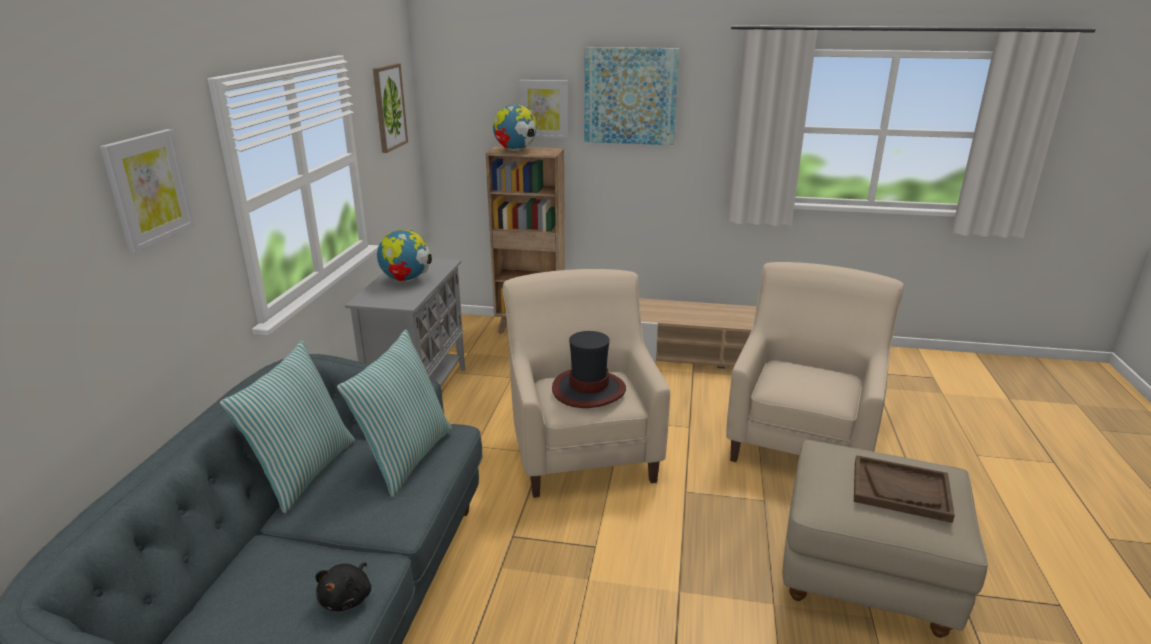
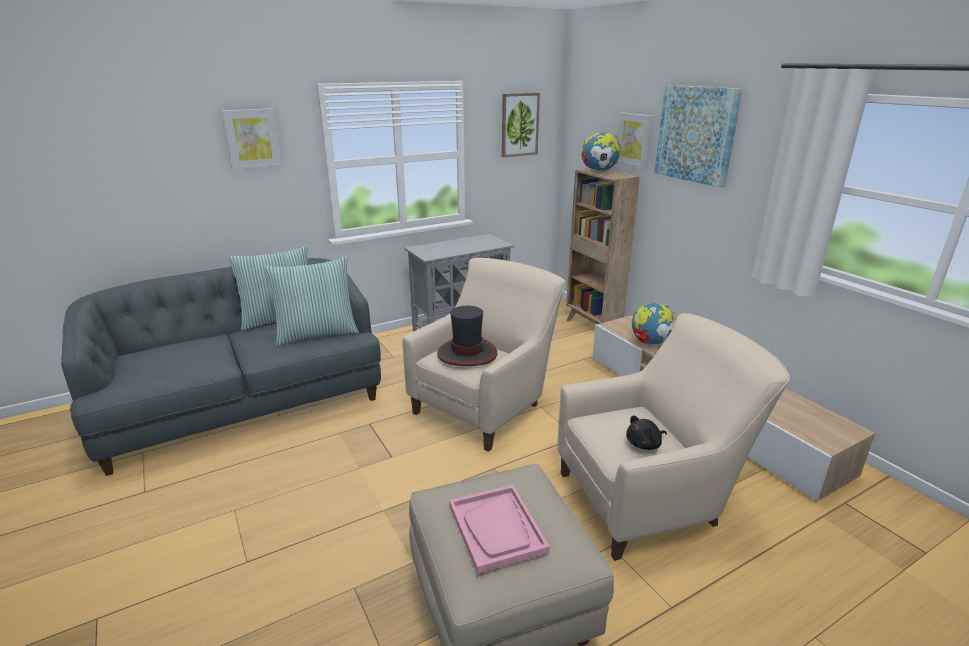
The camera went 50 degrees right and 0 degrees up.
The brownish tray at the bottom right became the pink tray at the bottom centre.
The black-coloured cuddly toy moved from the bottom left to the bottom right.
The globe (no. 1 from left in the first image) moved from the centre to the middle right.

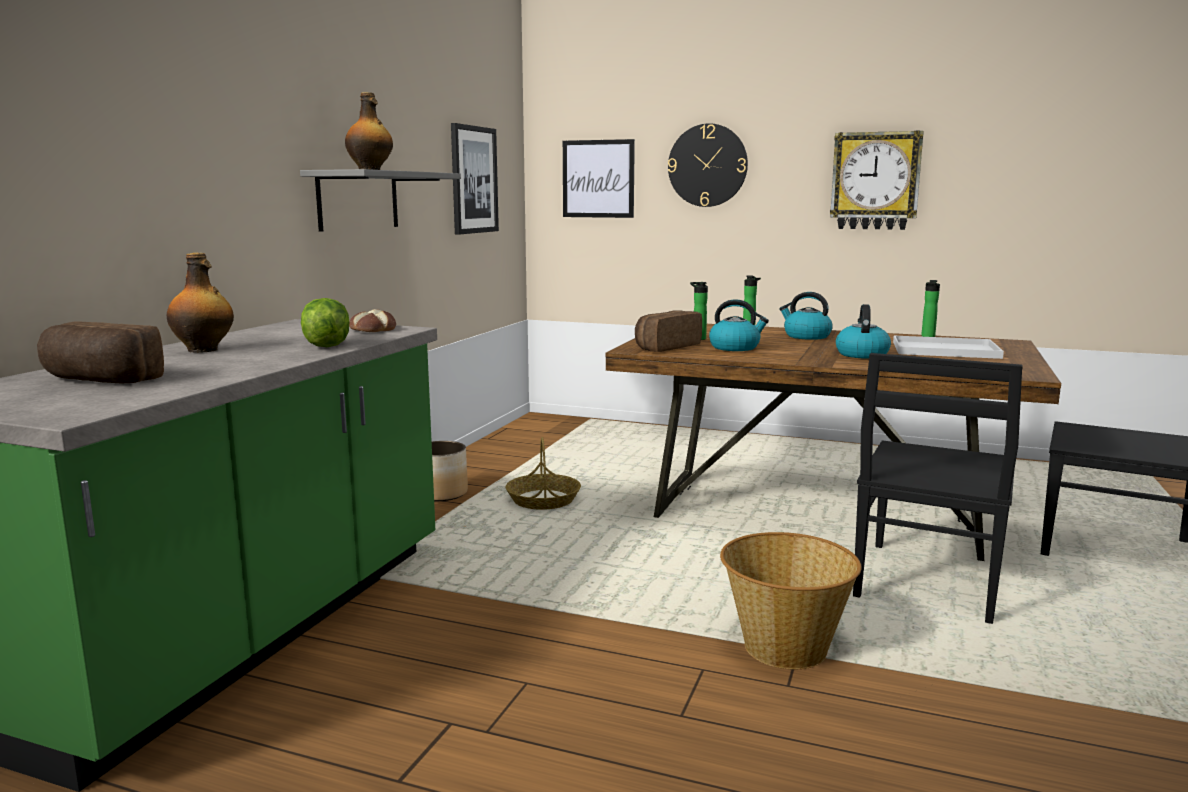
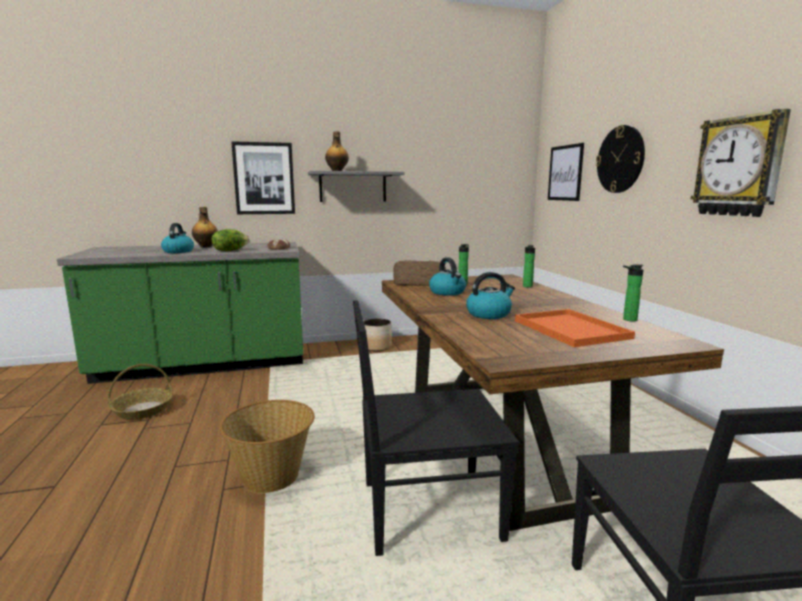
The camera went 55 degrees right and 0 degrees up.
The basket (no. 1 from left) moved from the centre to the middle left.
The tea kettle (no. 2 from left in the first image) moved from the middle right to the middle left.
The wall art (no. 1 from left) moved from the top centre to the top left.
The white-coloured tray at the middle right became the orangey tray at the middle right.
The bakery bread (no. 1 from left) at the middle left disappeared.

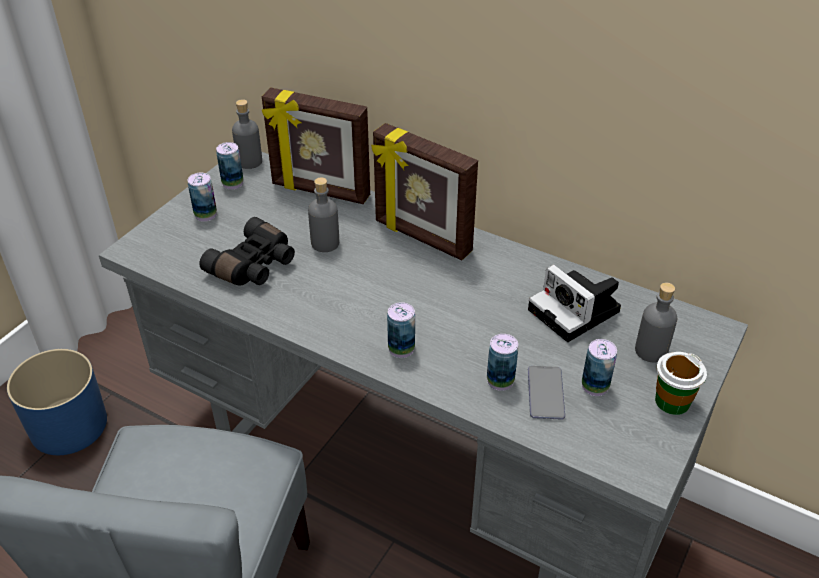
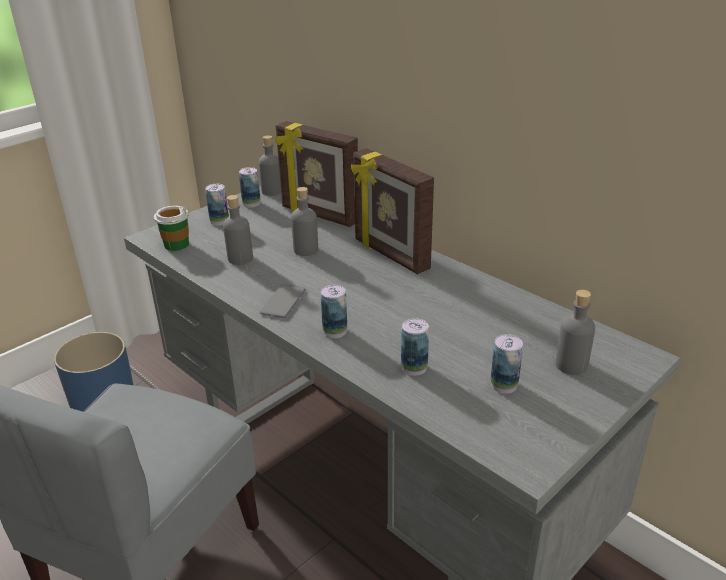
The camera went 15 degrees right and 10 degrees down.
The small cup moved from the middle right to the middle left.
The black-coloured binoculars at the middle left was replaced by the gray beverage bottle (no. 1 from left) at the middle left.
The handset moved from the bottom right to the centre.
The photo camera at the middle right disappeared.

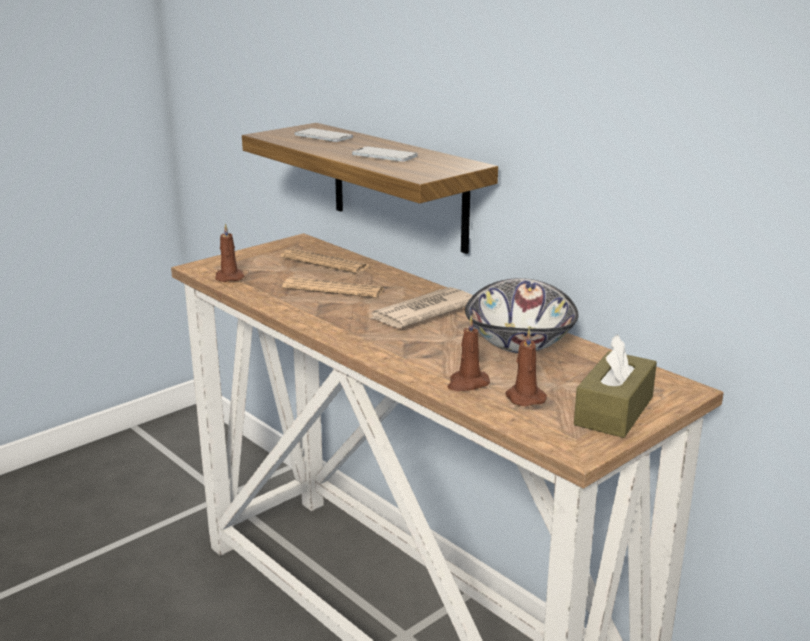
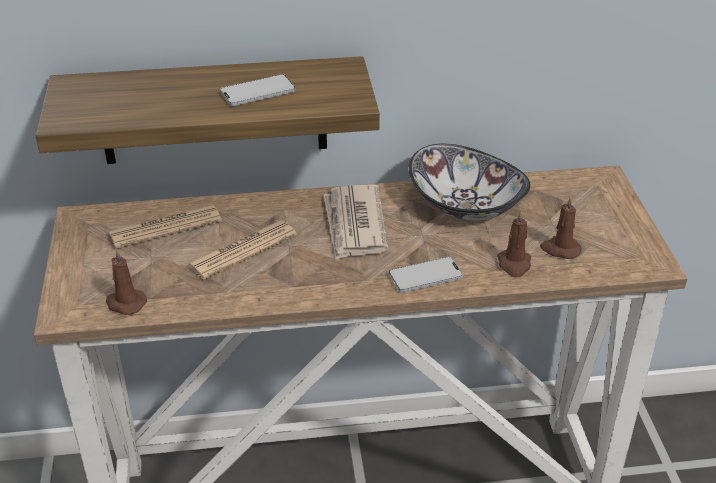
The camera went 55 degrees left and 15 degrees up.
The handset (no. 1 from left in the first image) moved from the top centre to the centre.
The brownish box of tissues at the middle right disappeared.

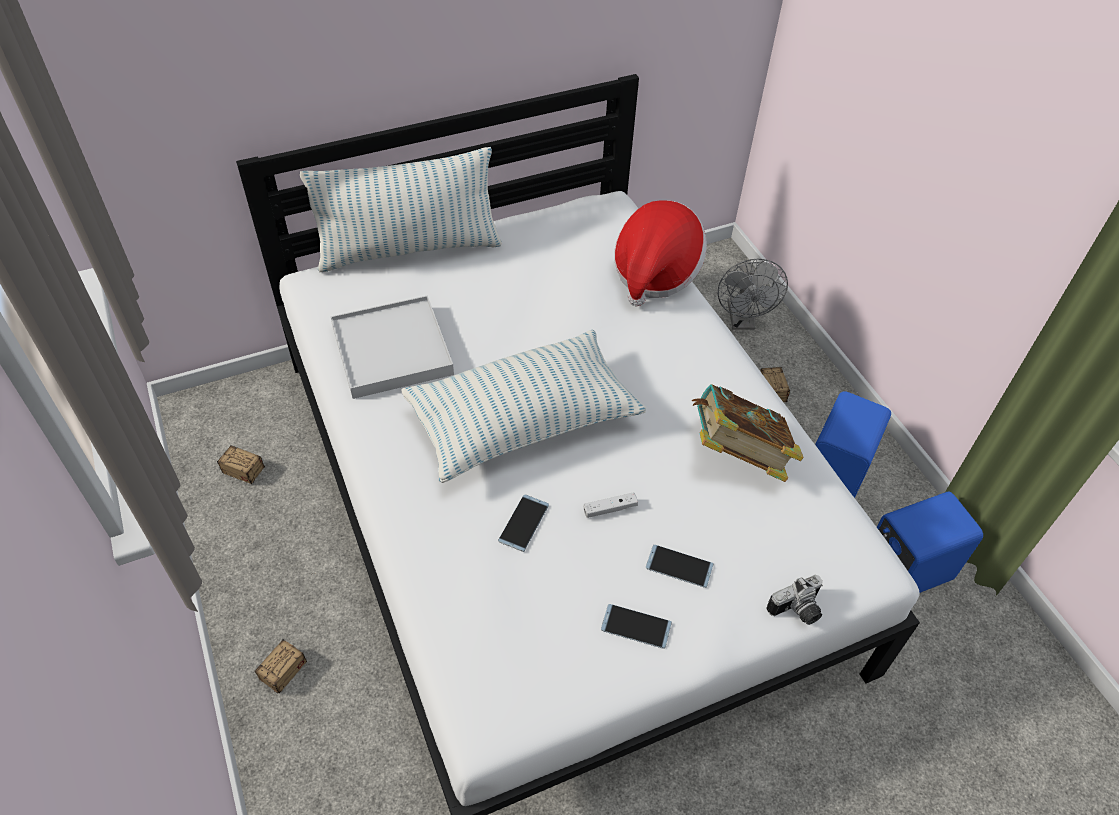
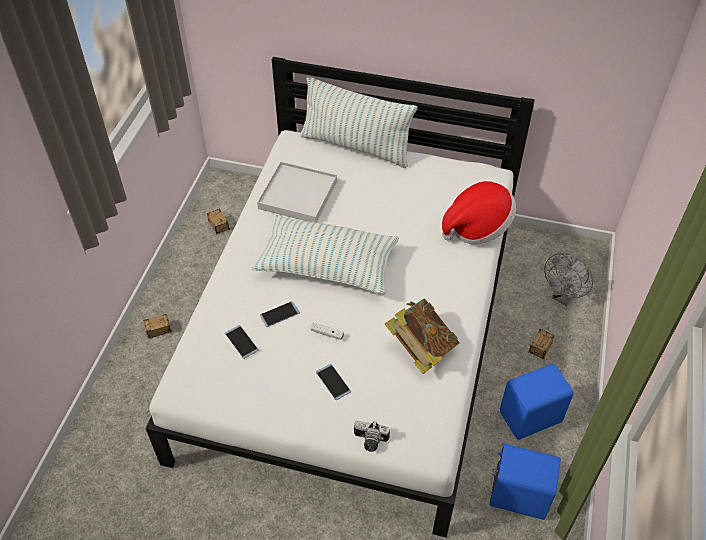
The camera went 40 degrees right and 0 degrees up.
The handset (no. 2 from left in the first image) moved from the bottom centre to the centre.

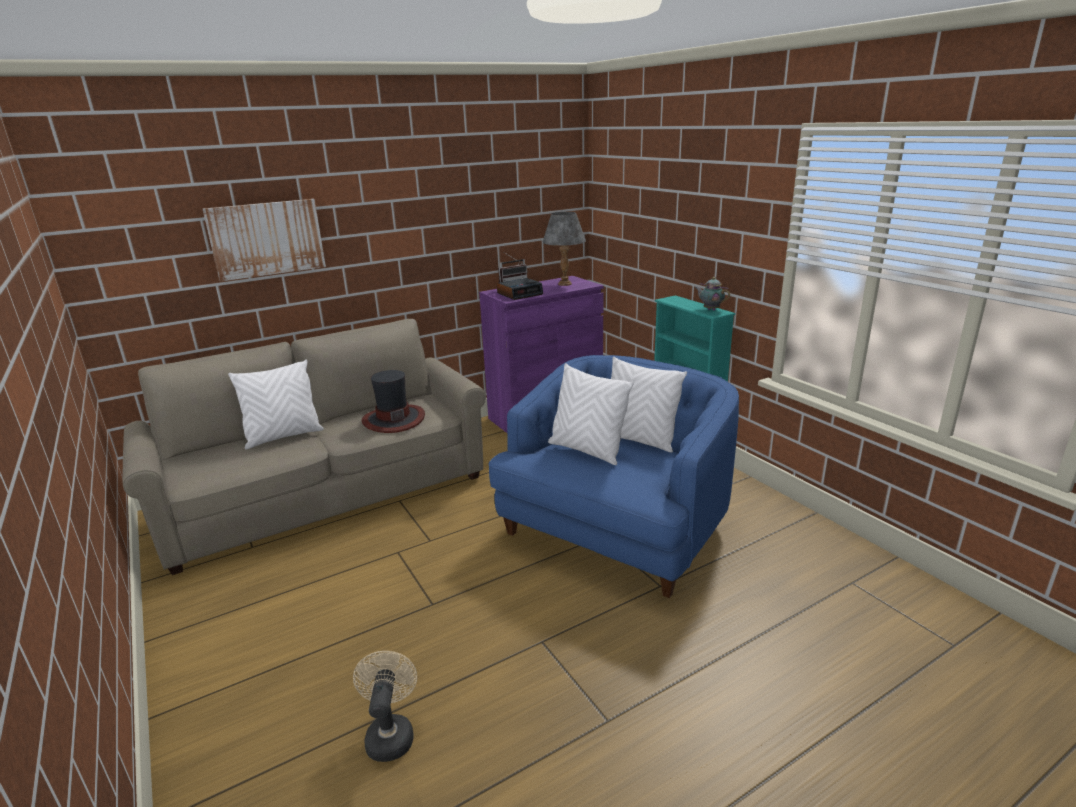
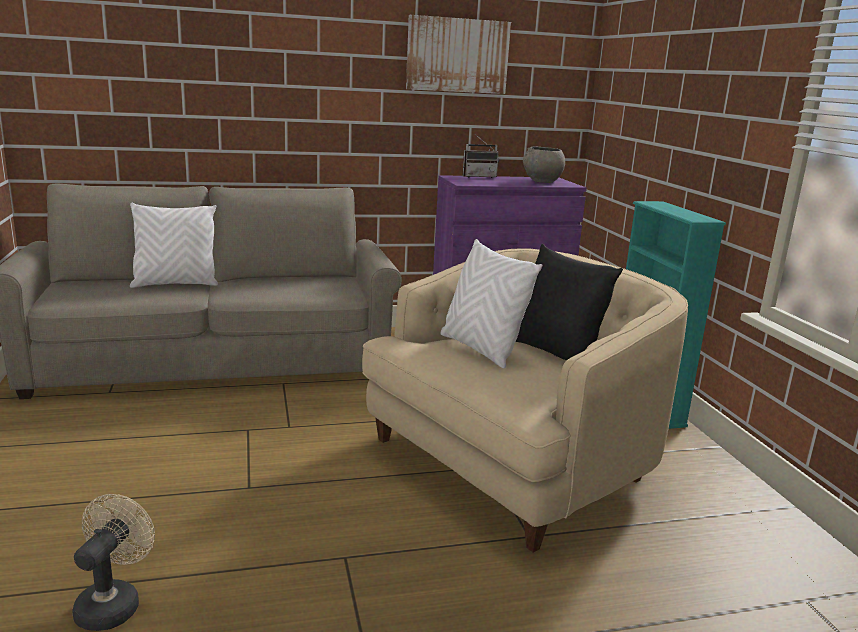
The camera went 15 degrees right and 5 degrees down.
The bluish easy chair at the centre became the beige-coloured easy chair at the centre.
The wall art moved from the top left to the top centre.
The white-coloured cushion (no. 3 from left) at the centre became the black-coloured cushion at the centre.
The gray table lamp at the top centre was replaced by the gray serving bowl at the top centre.
The wearable hat at the centre disappeared.
The alarm clock at the centre disappeared.
The tea pot at the centre disappeared.

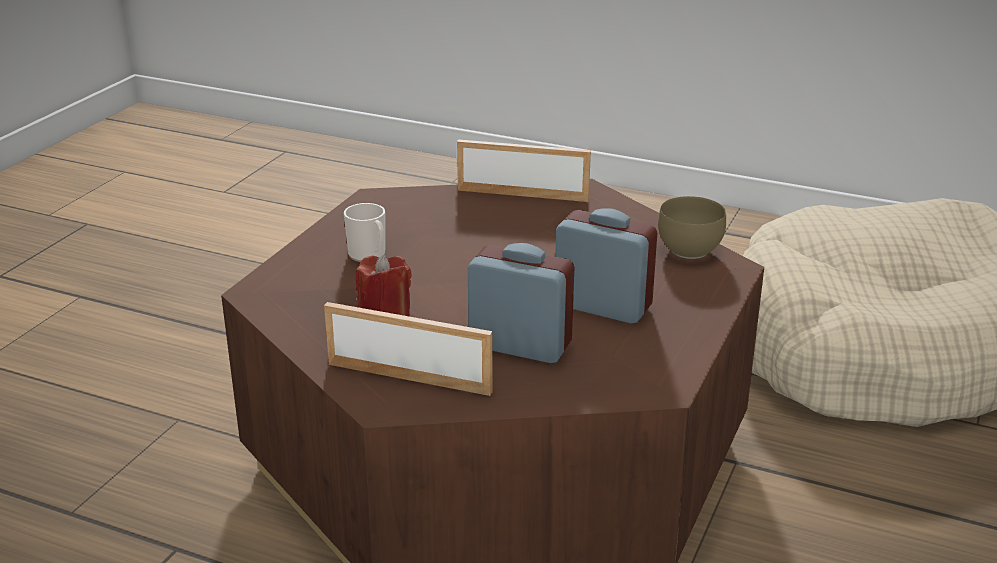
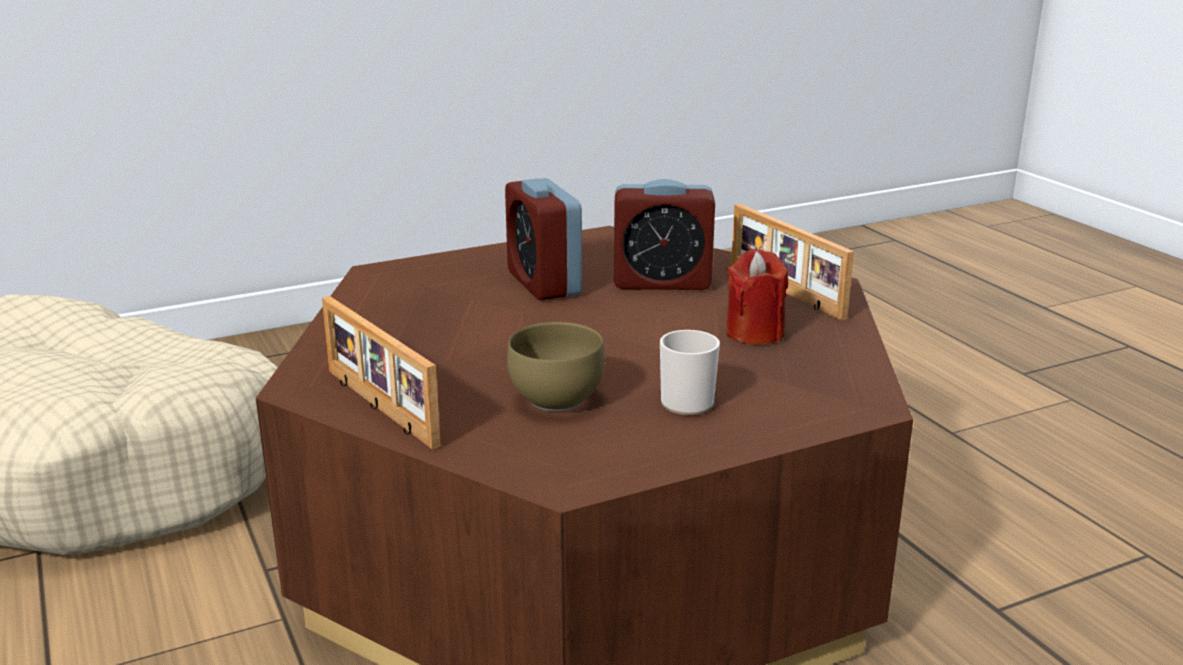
The camera went 140 degrees left and 5 degrees down.
The brownish serving bowl moved from the middle right to the centre.
The alarm clock (no. 1 from left in the first image) at the centre turned 60 degrees counterclockwise.

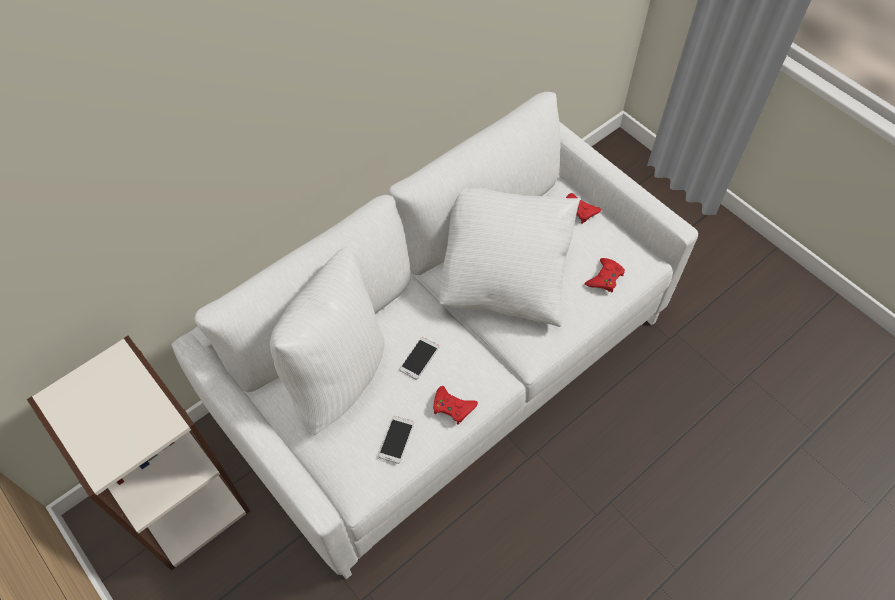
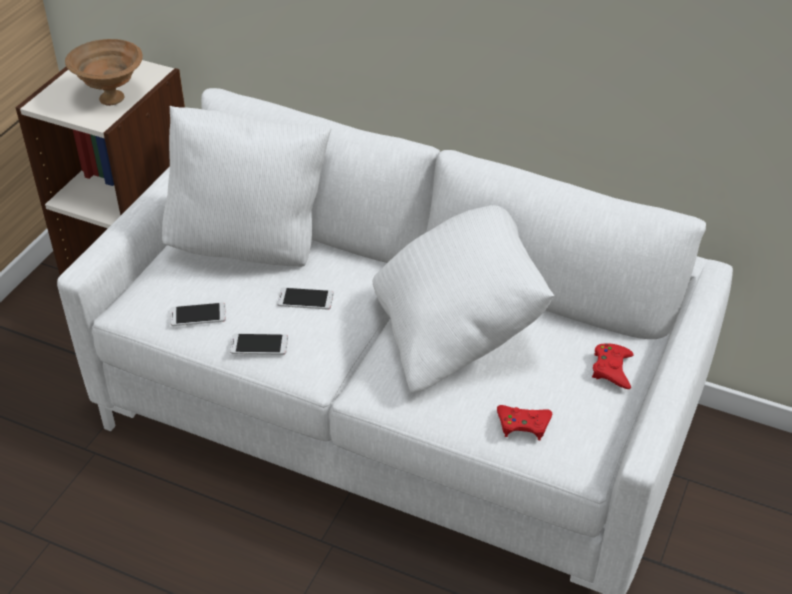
The camera went 65 degrees right and 15 degrees down.
The brownish serving bowl at the top left appeared.
The red-coloured game controller (no. 1 from left) at the bottom centre was replaced by the handset (no. 2 from left) at the middle left.

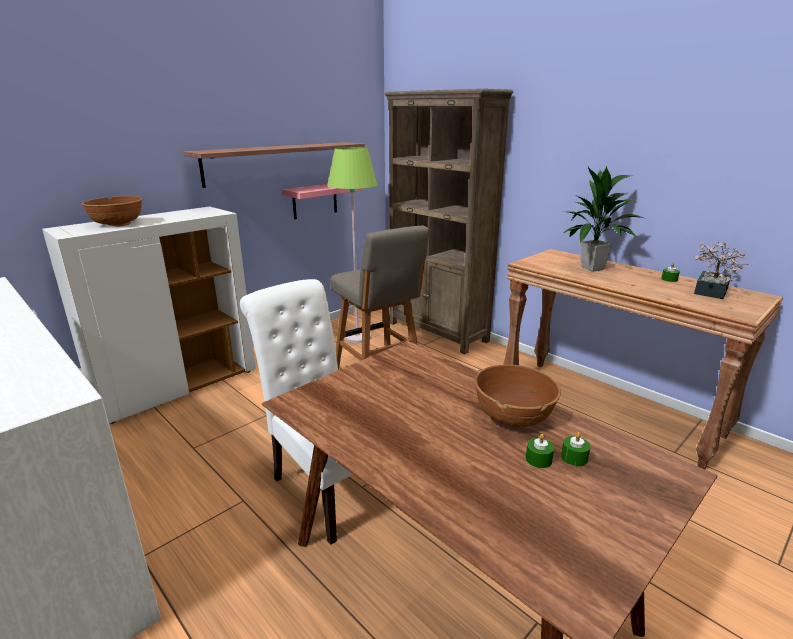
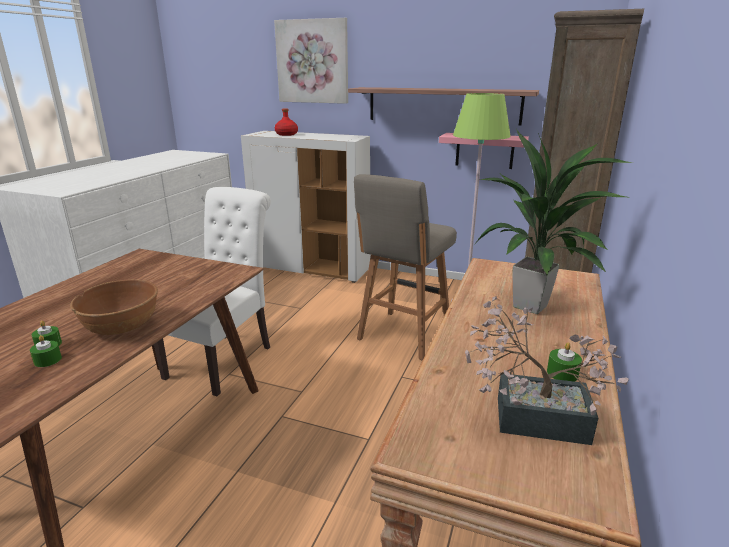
The camera went 65 degrees right and 0 degrees up.
The wall art at the top centre appeared.
The brownish serving bowl (no. 1 from left) at the top left was replaced by the red-coloured beverage bottle at the top centre.

